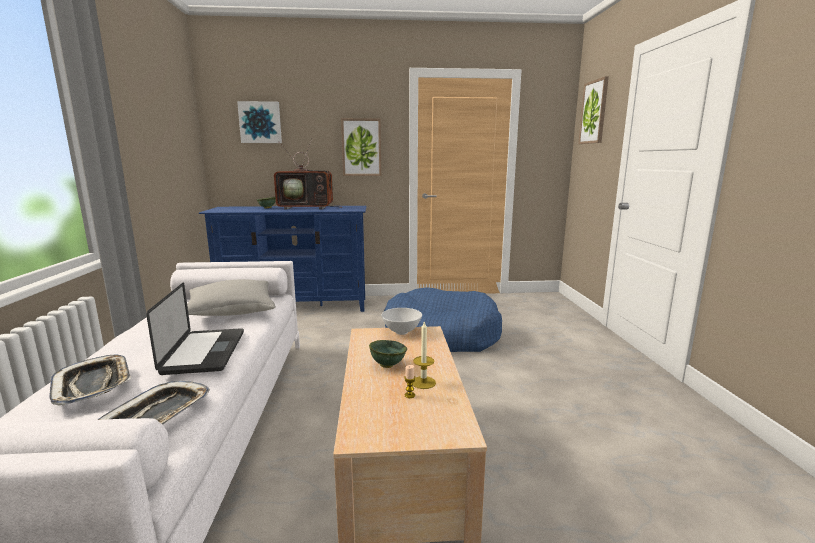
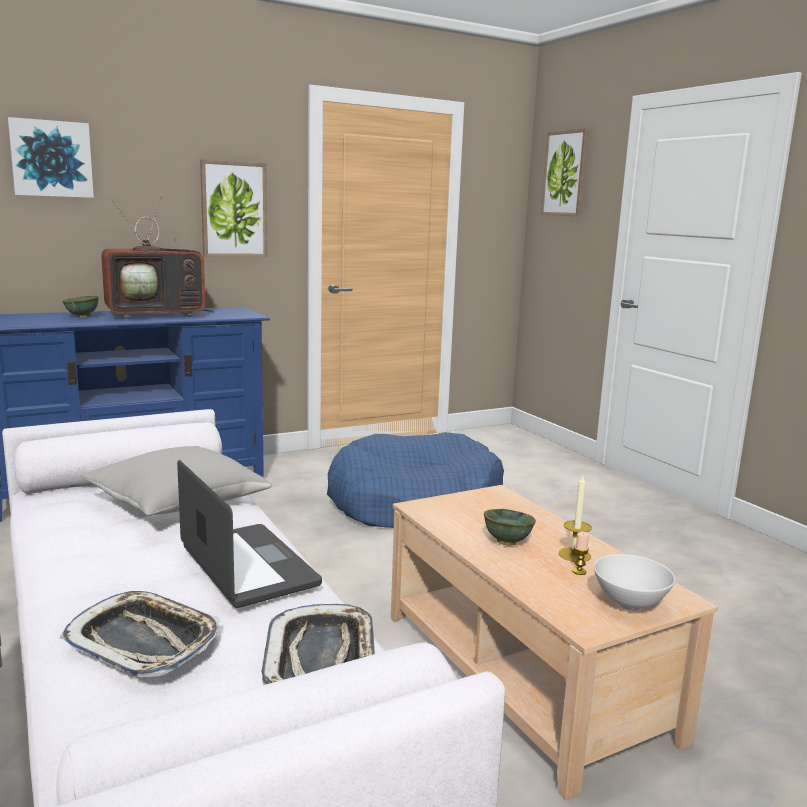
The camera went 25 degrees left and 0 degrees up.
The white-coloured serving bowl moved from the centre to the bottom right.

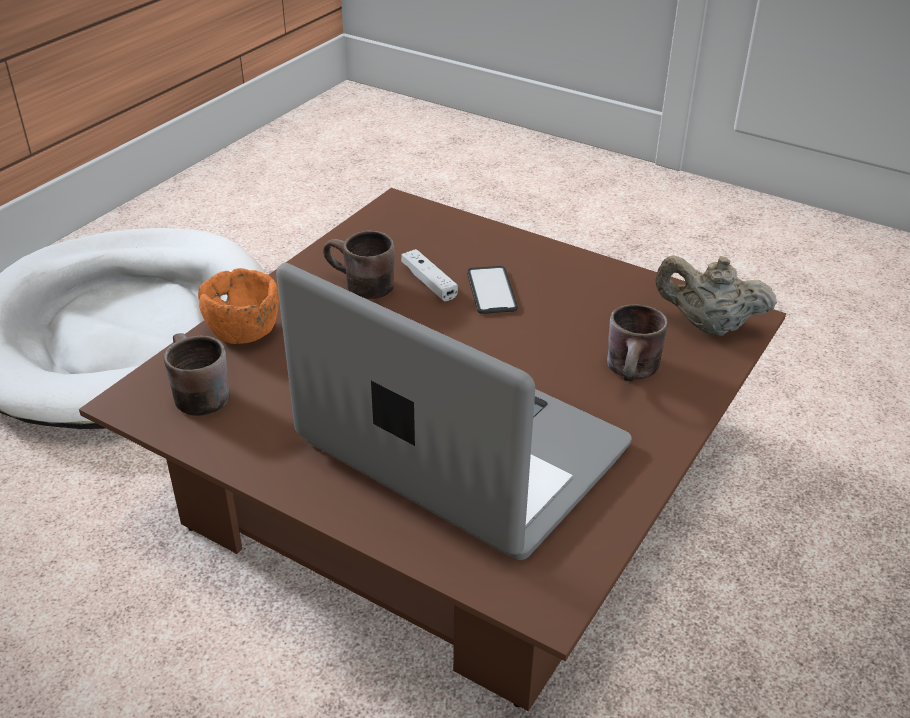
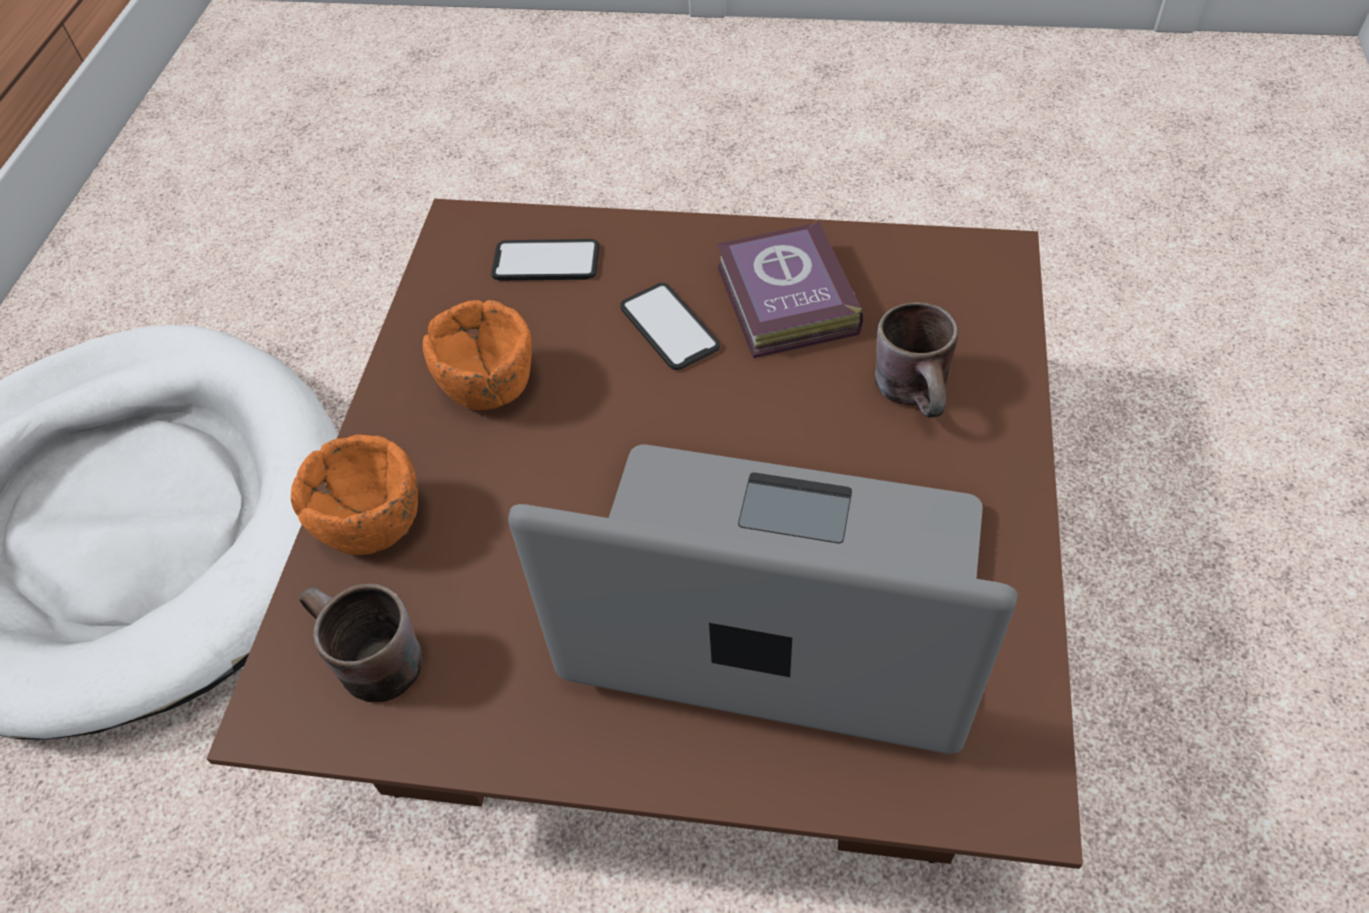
The camera went 20 degrees left and 15 degrees up.
The brownish mug (no. 2 from left) at the centre was replaced by the orangey serving bowl (no. 2 from left) at the centre.
The handset (no. 1 from left) at the top centre appeared.
The volume at the top centre appeared.
The white-coloured game controller at the centre disappeared.
The beige-coloured tea pot at the middle right disappeared.

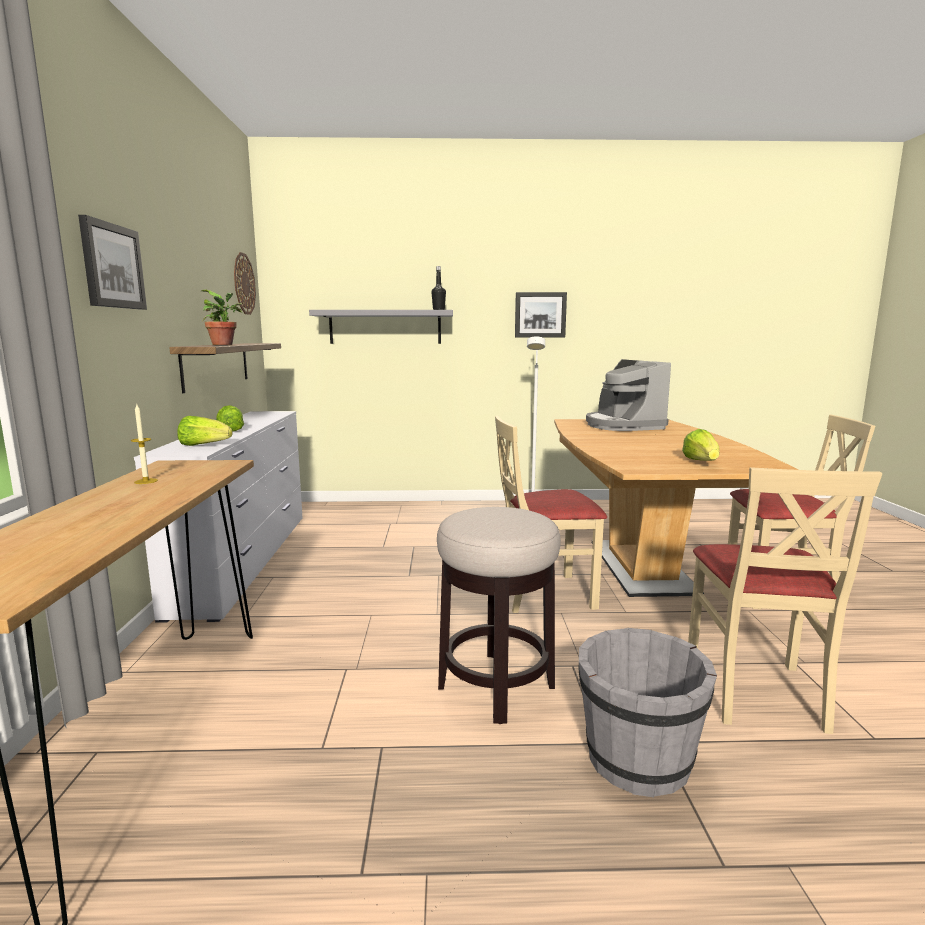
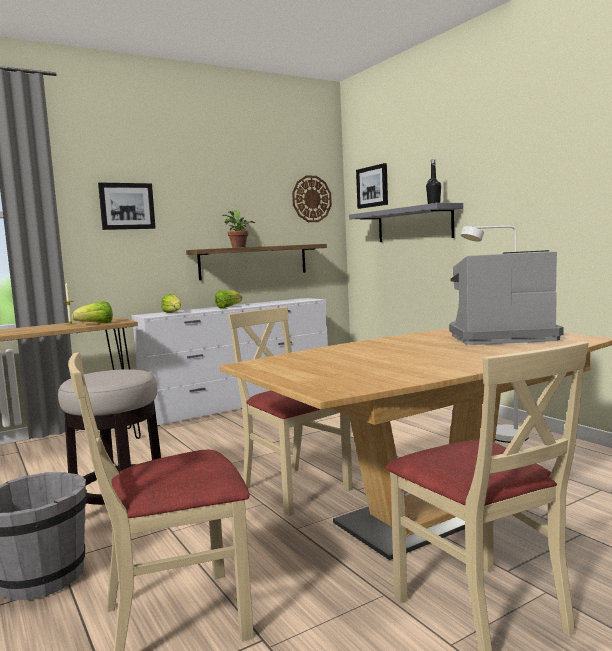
The camera went 60 degrees right and 5 degrees down.
The lettuce (no. 3 from left in the first image) moved from the middle right to the middle left.
The wall art (no. 2 from left) moved from the centre to the top centre.
The coffee maker at the middle right turned 45 degrees clockwise.

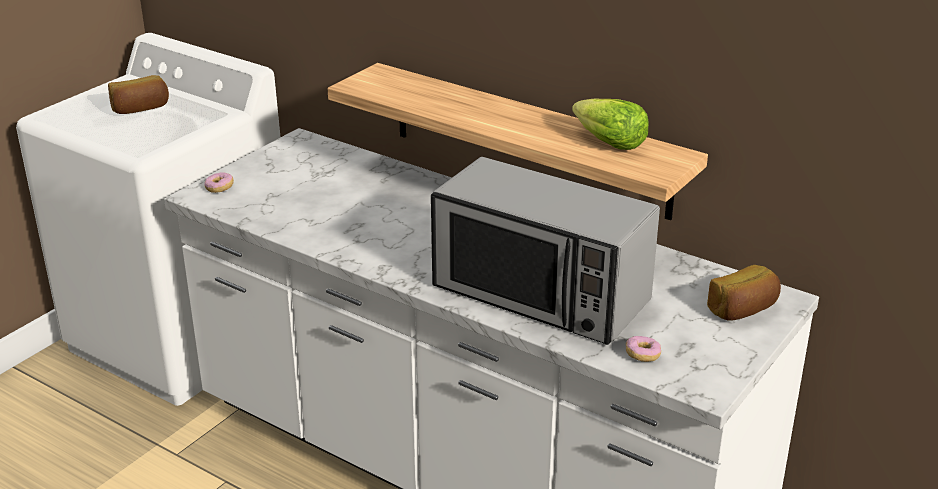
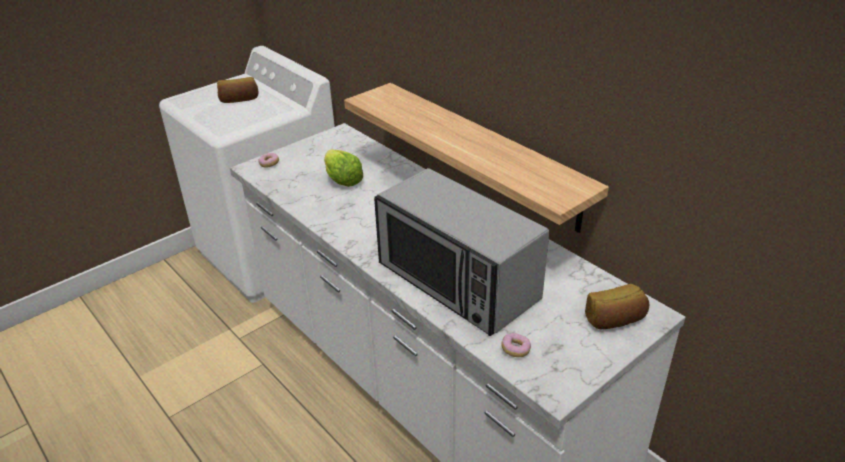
The camera went 15 degrees right and 5 degrees up.
The lettuce moved from the top centre to the centre.

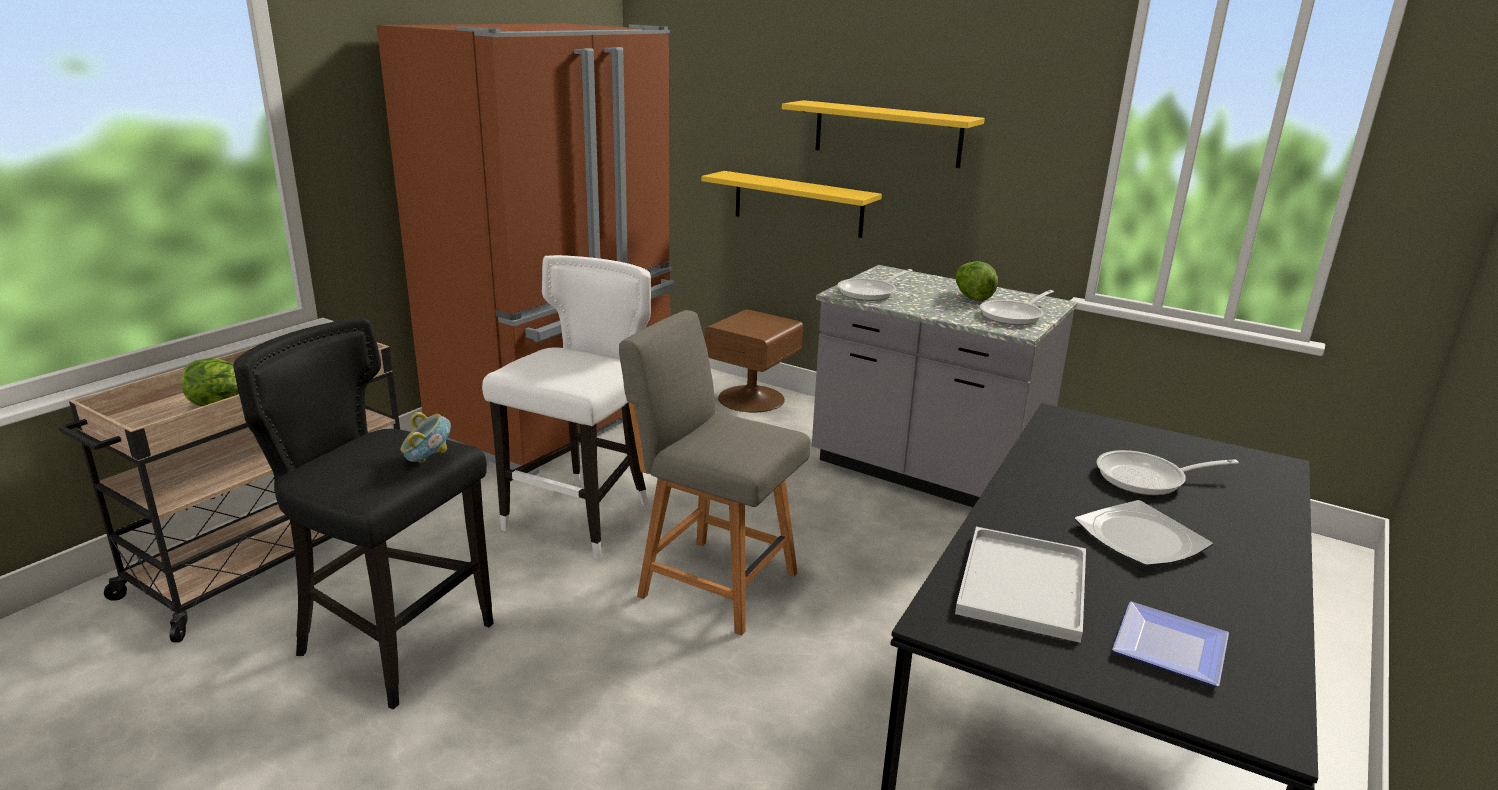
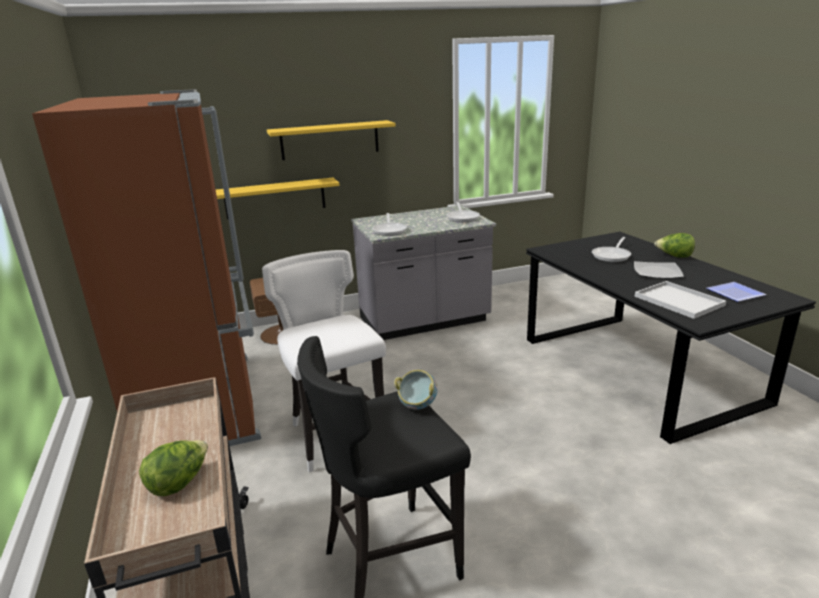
The camera went 50 degrees left and 0 degrees up.
The lettuce (no. 2 from left) moved from the centre to the middle right.
The gray upright chair at the centre disappeared.

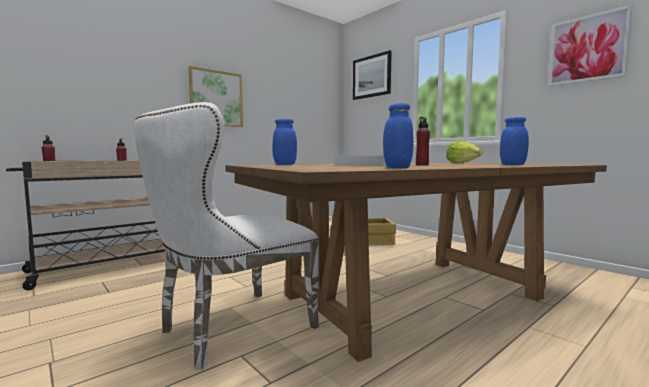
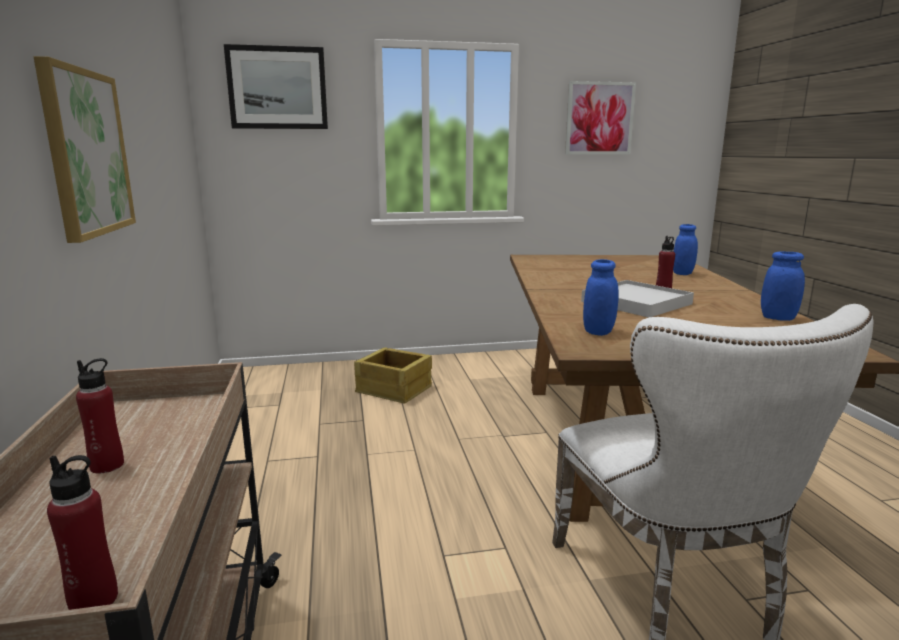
The camera went 60 degrees left and 10 degrees up.
The lettuce at the middle right disappeared.

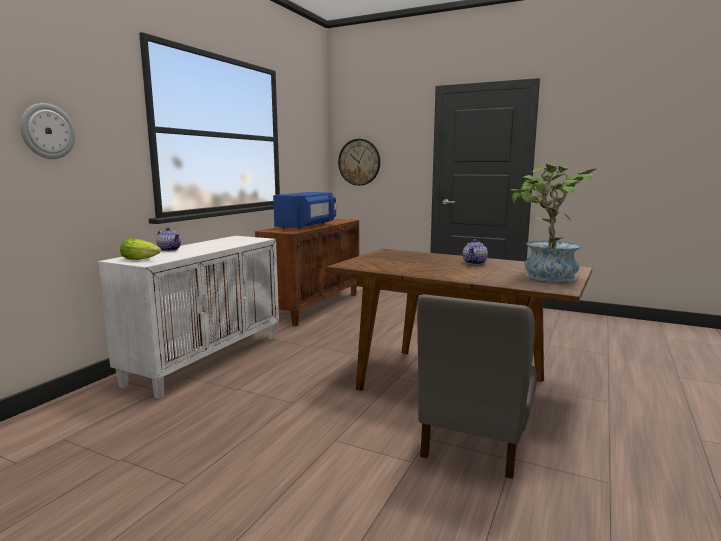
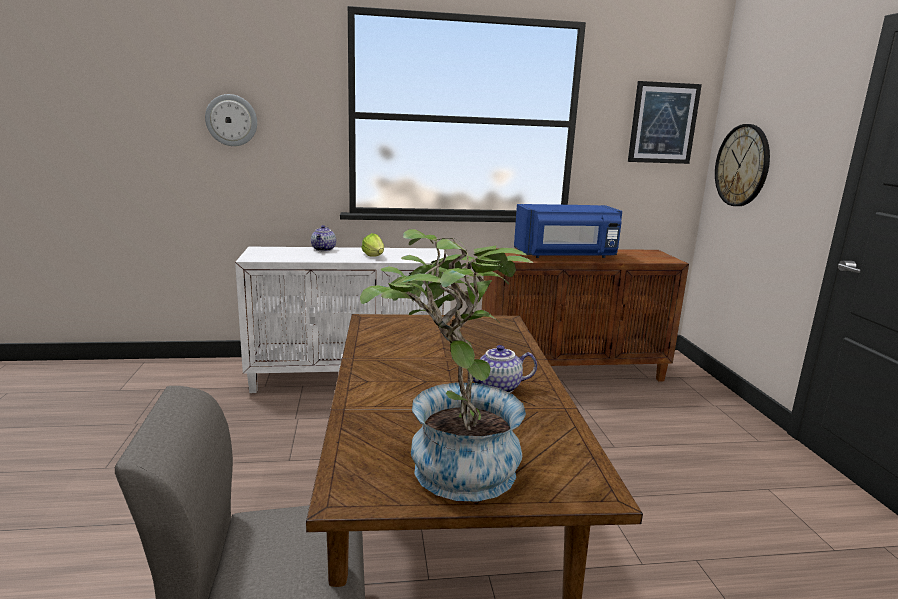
The camera went 55 degrees right and 5 degrees up.
The lettuce moved from the middle left to the centre.
The wall art at the top right appeared.

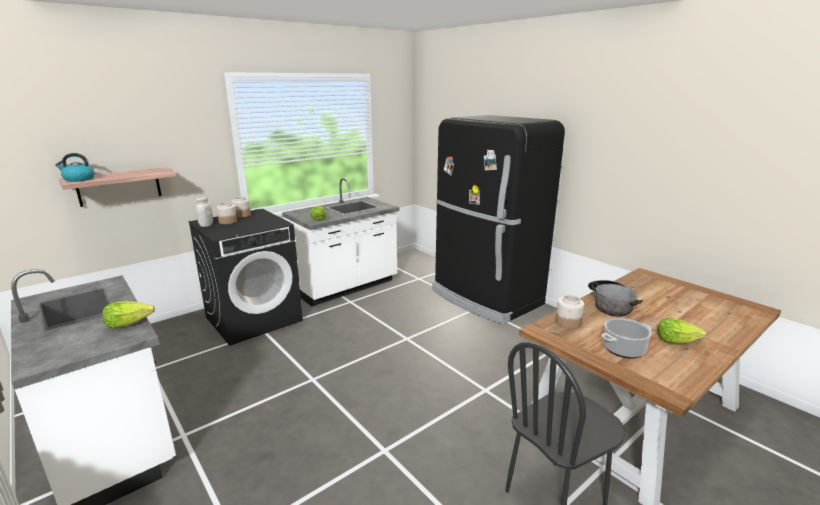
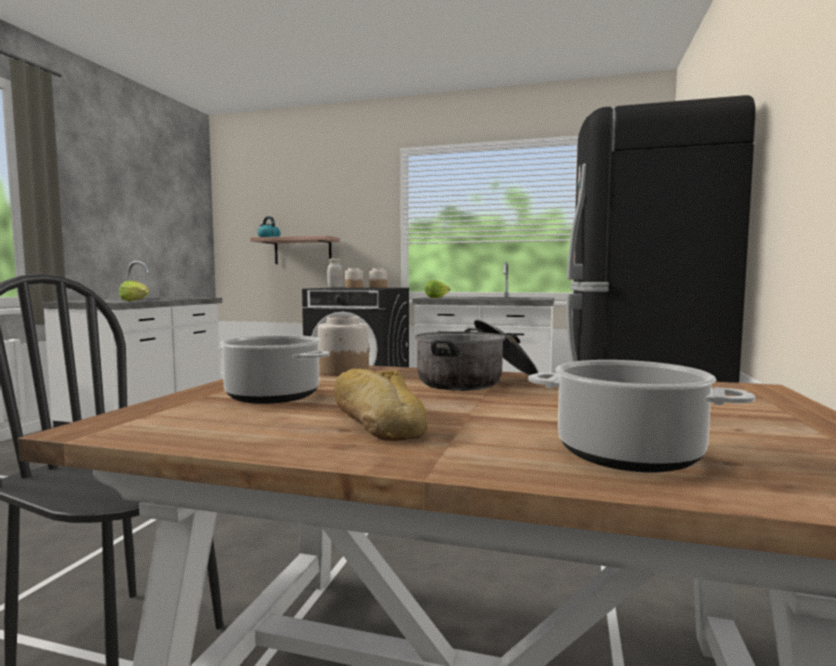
The camera went 55 degrees right and 15 degrees down.
The lettuce (no. 3 from left) at the middle right was replaced by the bakery bread at the centre.
The stockpot (no. 3 from left) at the middle right appeared.

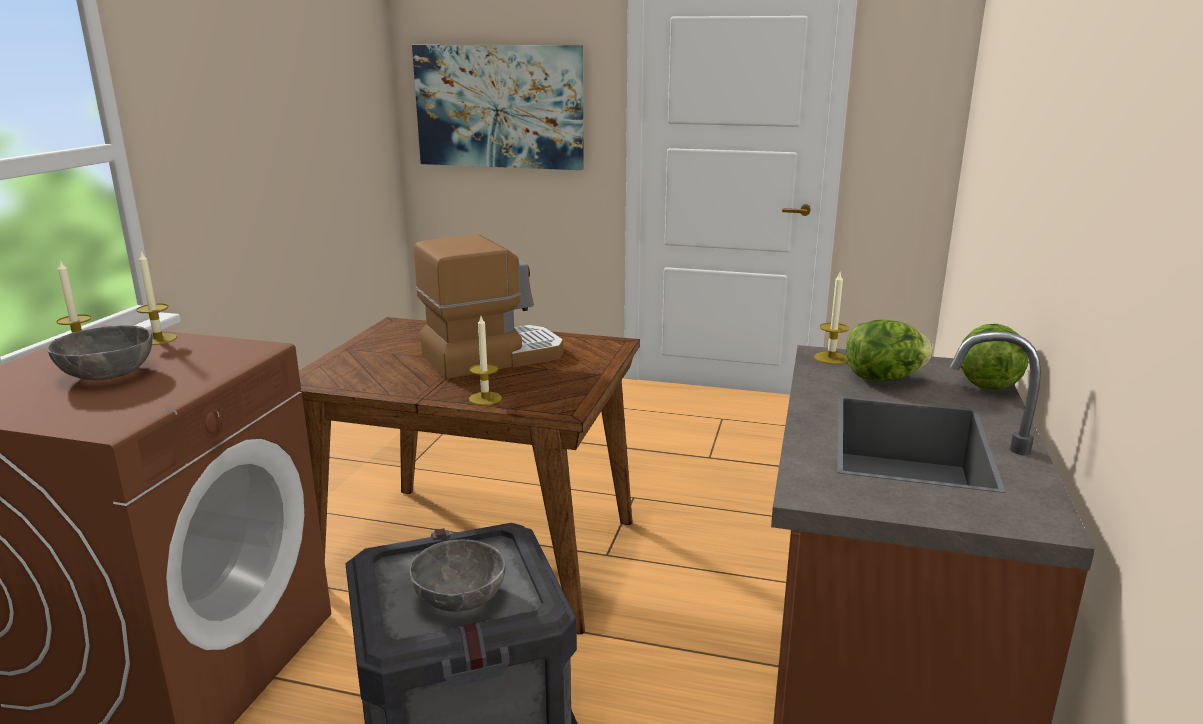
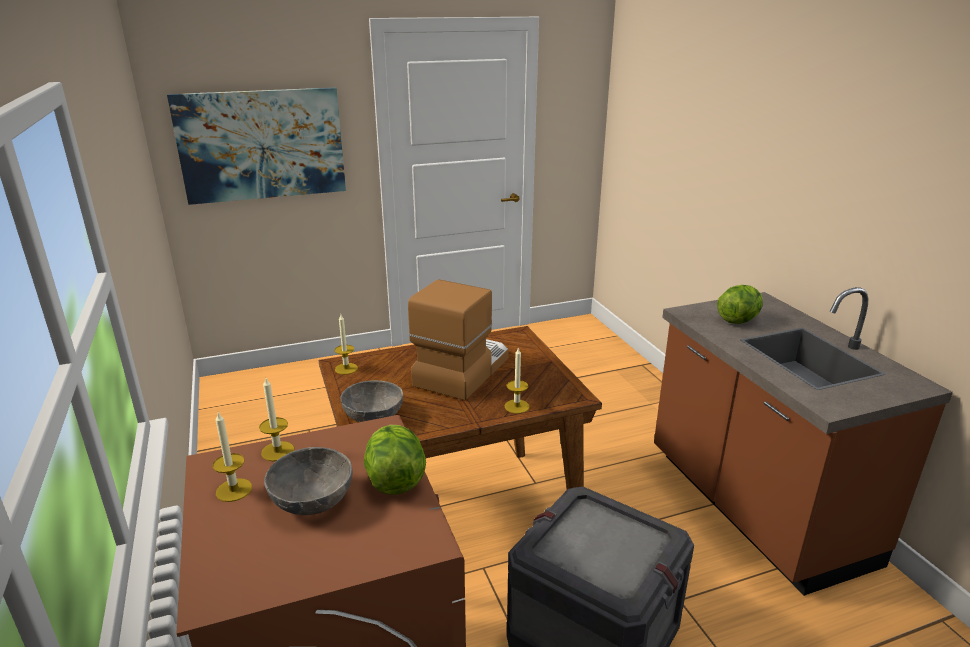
The camera went 35 degrees left and 5 degrees up.
The wax candle (no. 4 from left in the first image) moved from the middle right to the centre.
The gray serving bowl (no. 2 from left) moved from the bottom centre to the centre.
The lettuce (no. 2 from left in the first image) moved from the middle right to the bottom centre.

